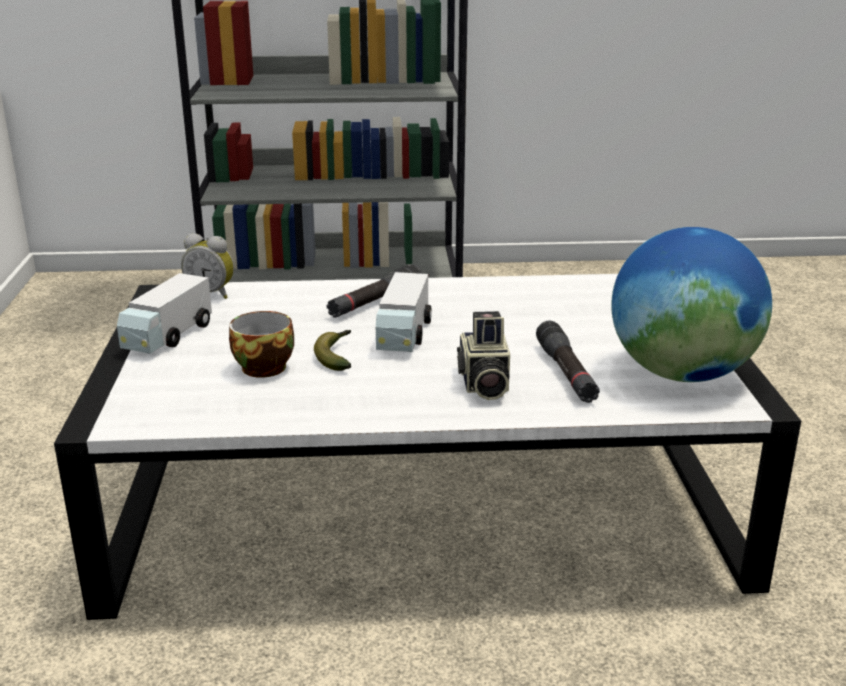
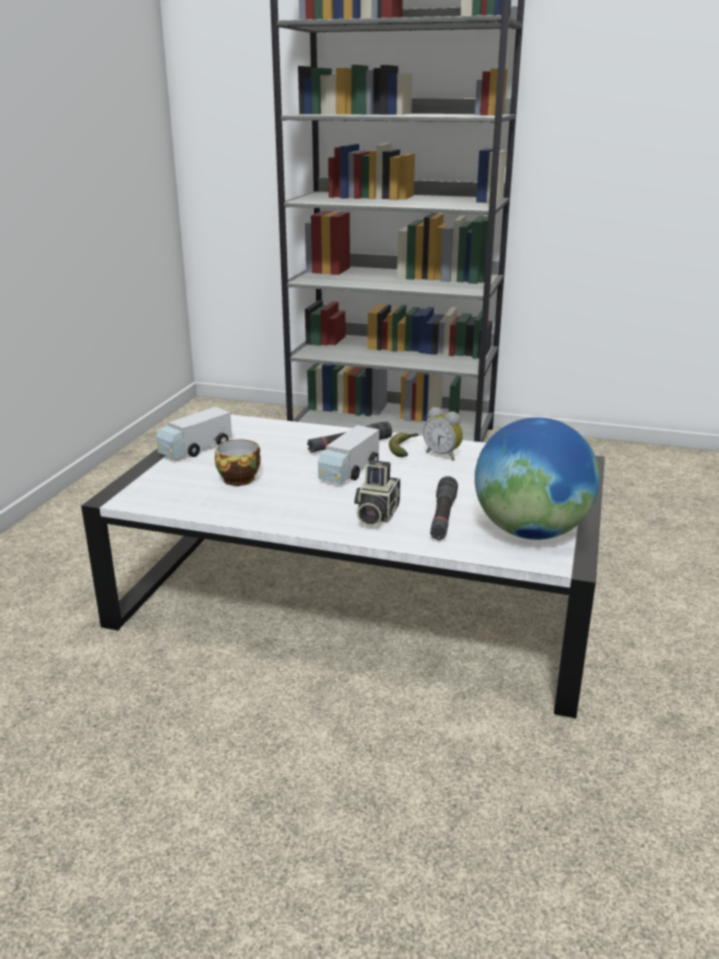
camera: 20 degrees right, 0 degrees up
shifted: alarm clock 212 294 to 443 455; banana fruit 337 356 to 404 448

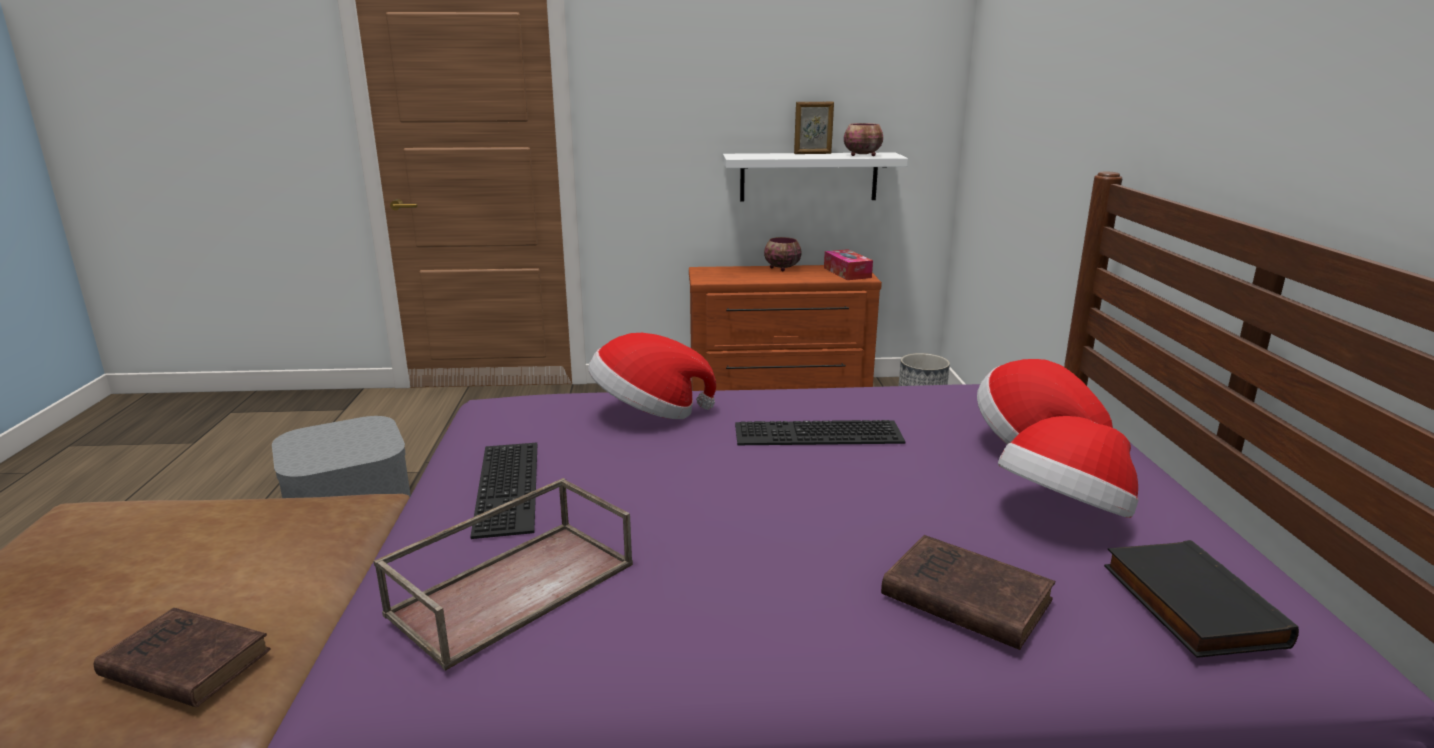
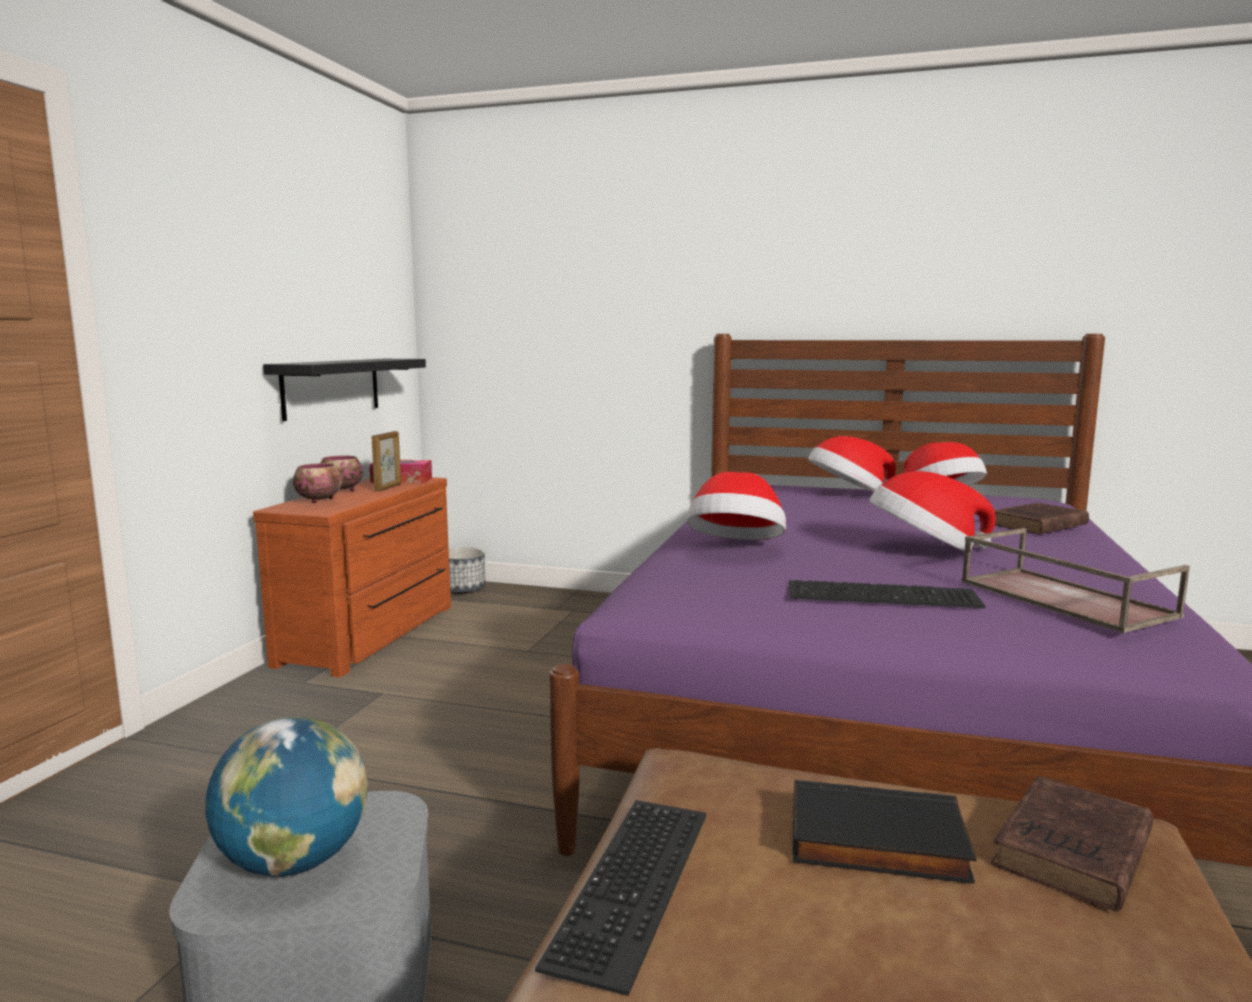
camera: 70 degrees left, 10 degrees down
new: desk globe 294 861; wearable hat 924 550
shifted: computer keyboard 816 435 to 637 886; photo frame 813 153 to 388 487; bowl 863 155 to 320 500; black volume 1187 604 to 875 842
repainted: whitish wall shelf 808 177 to black wall shelf 331 387

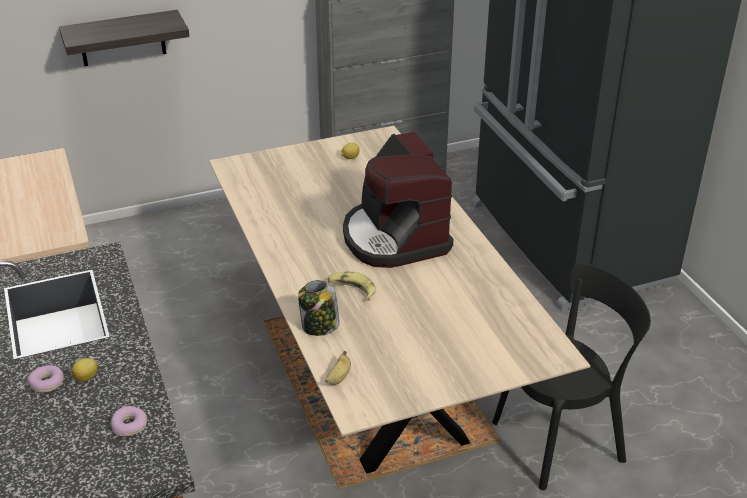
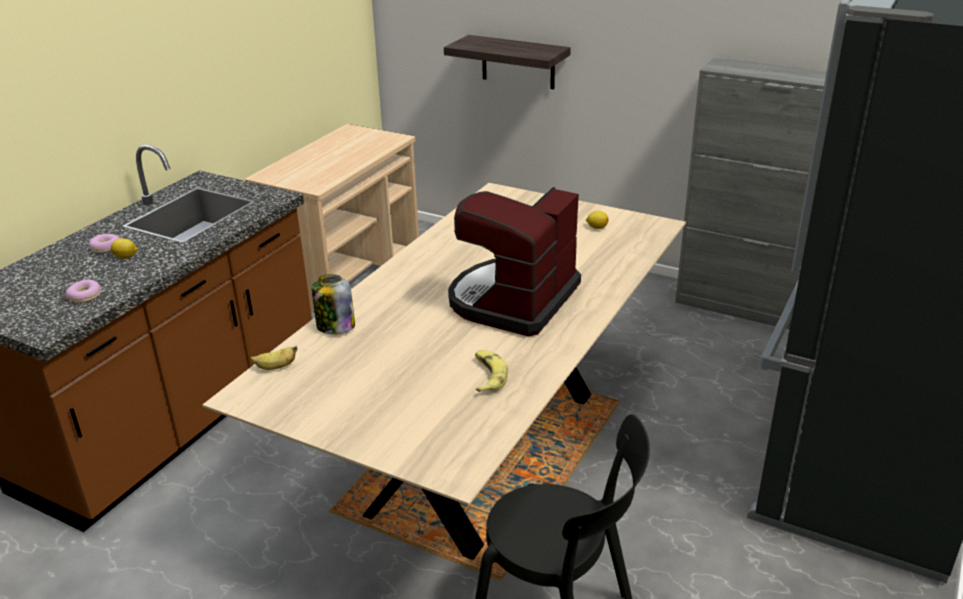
camera: 50 degrees right, 5 degrees down
shifted: banana fruit 352 289 to 487 376

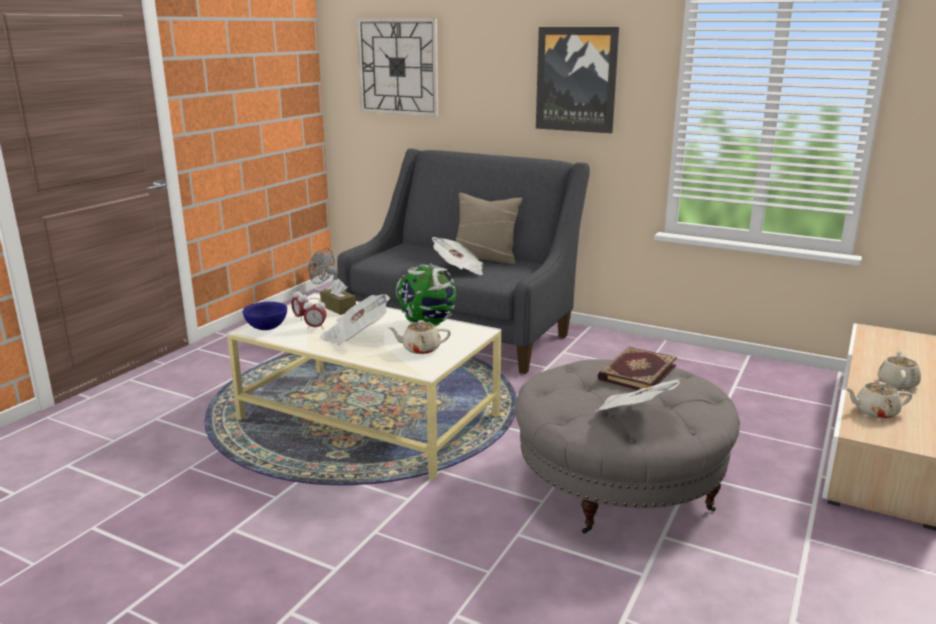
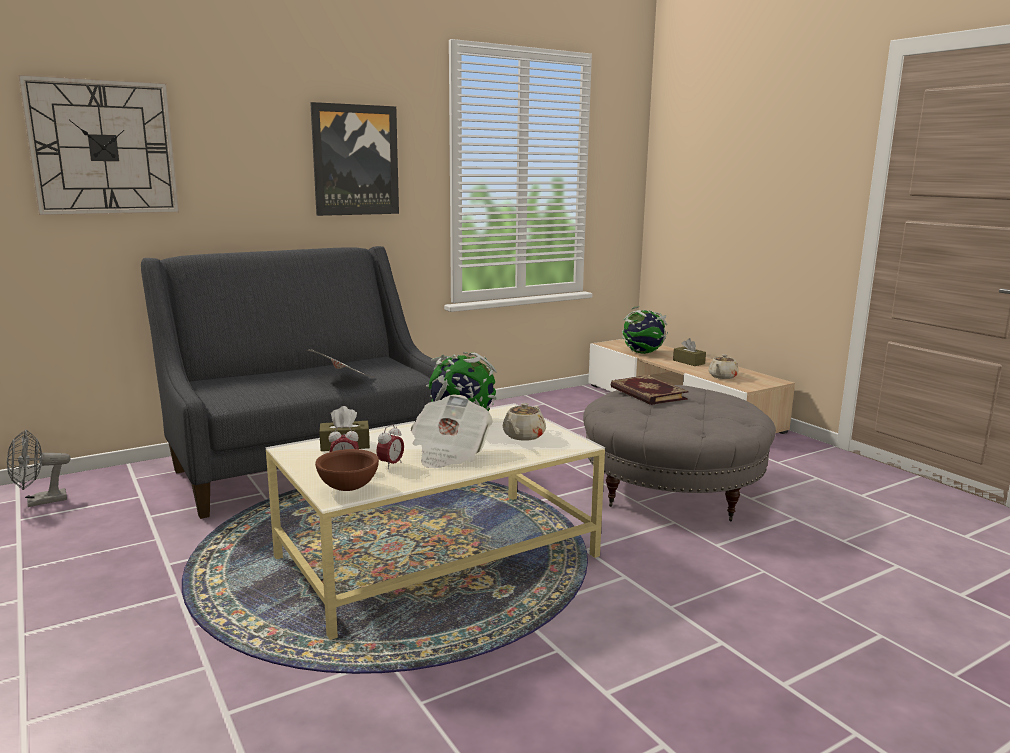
camera: 60 degrees left, 5 degrees down
gone: beige pillow 485 258; newspaper 634 415
new: desk globe 643 353
swapped: beige teapot 897 383 to brown-coloured tissue box 688 362
repainted: blue-coloured bowl 266 328 to brown-coloured bowl 349 488

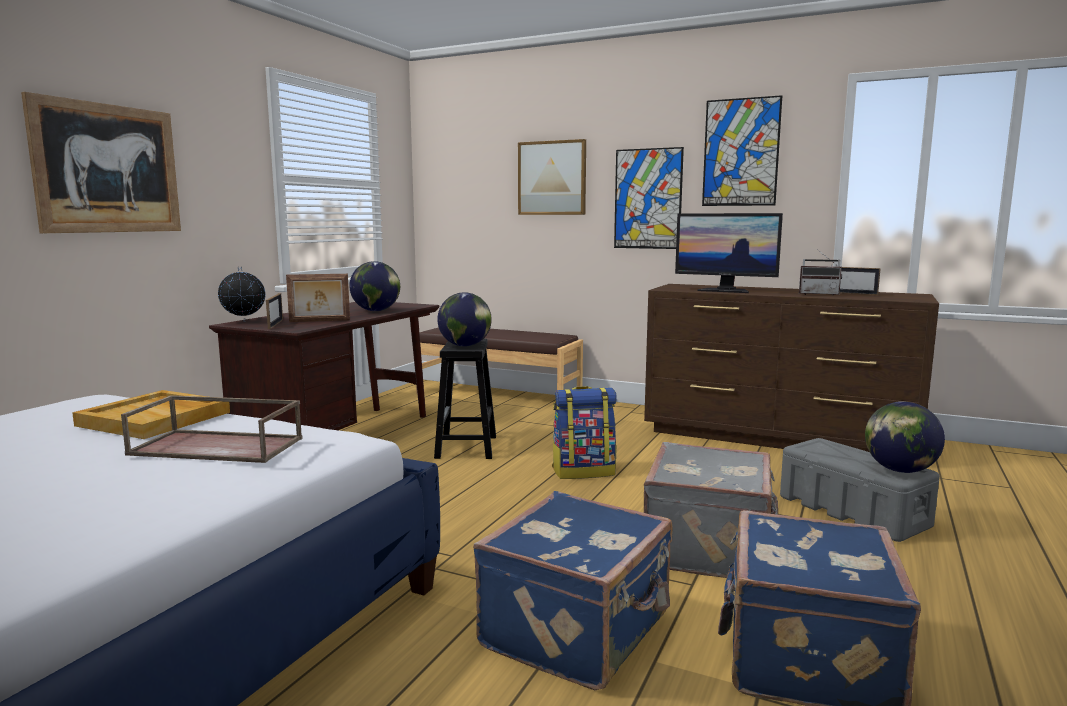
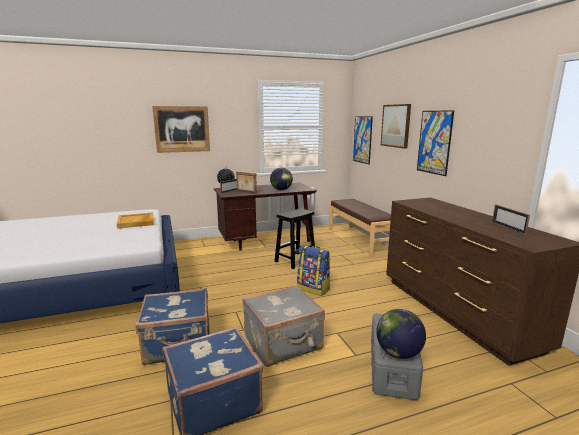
camera: 45 degrees right, 5 degrees up
gone: brown-coloured carrying tray 219 446; desk globe 464 346; monitor 725 290; radio 819 294
shifted: picture 741 152 to 362 139

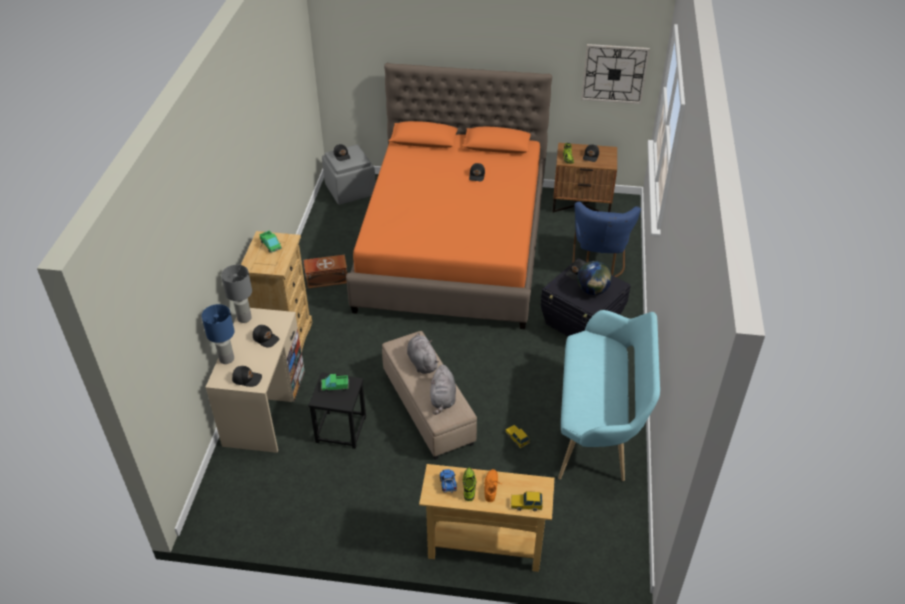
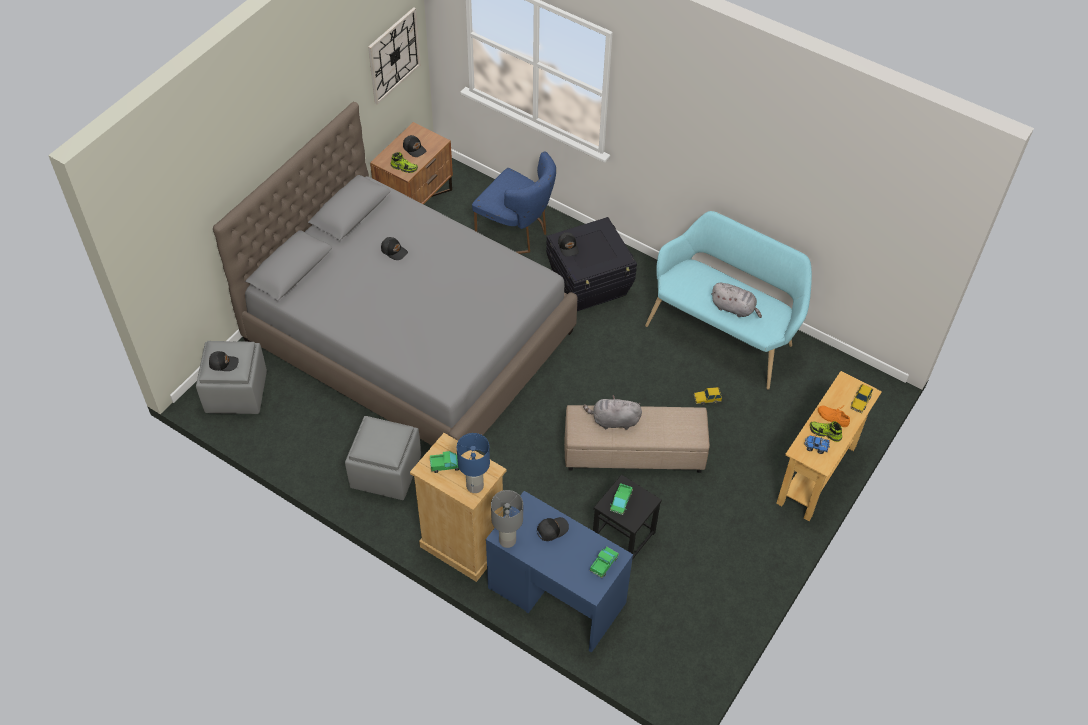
camera: 65 degrees left, 10 degrees up
gone: desk globe 592 290
shifted: blue-coloured tabletop lamp 226 359 to 475 486; greyish cuddly toy 443 399 to 734 308
swapped: black cap 247 378 to toy lorry 604 564; brown-coloured storage bin 326 278 to greyish footrest 385 472
repainted: beige desk table 264 407 to blue-coloured desk table 556 595; orangey sleeping bed 453 246 to greyish sleeping bed 410 336

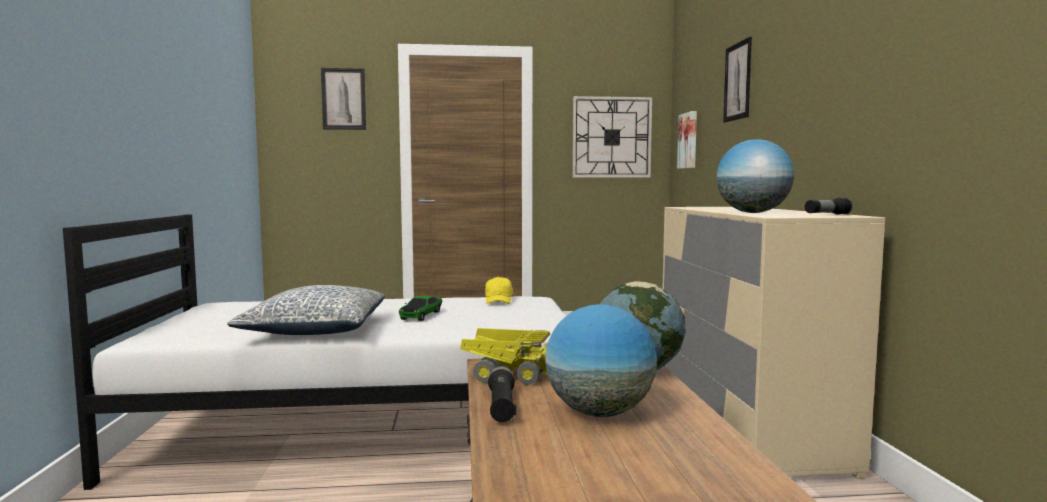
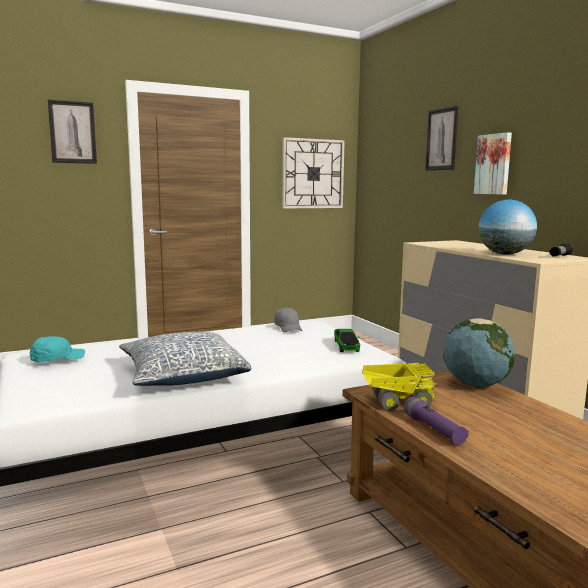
camera: 20 degrees left, 5 degrees up
gone: desk globe 599 413
new: turquoise cap 57 359
shifted: toy car 421 315 to 346 346; picture 689 140 to 494 164
repainted: yellowish cap 499 300 to greyish cap 288 328; black hand torch 501 406 to purple hand torch 433 430

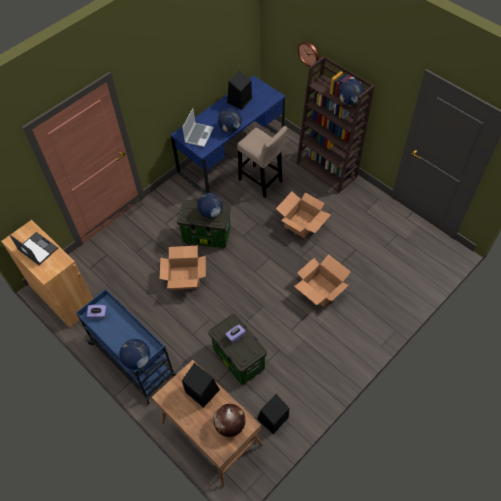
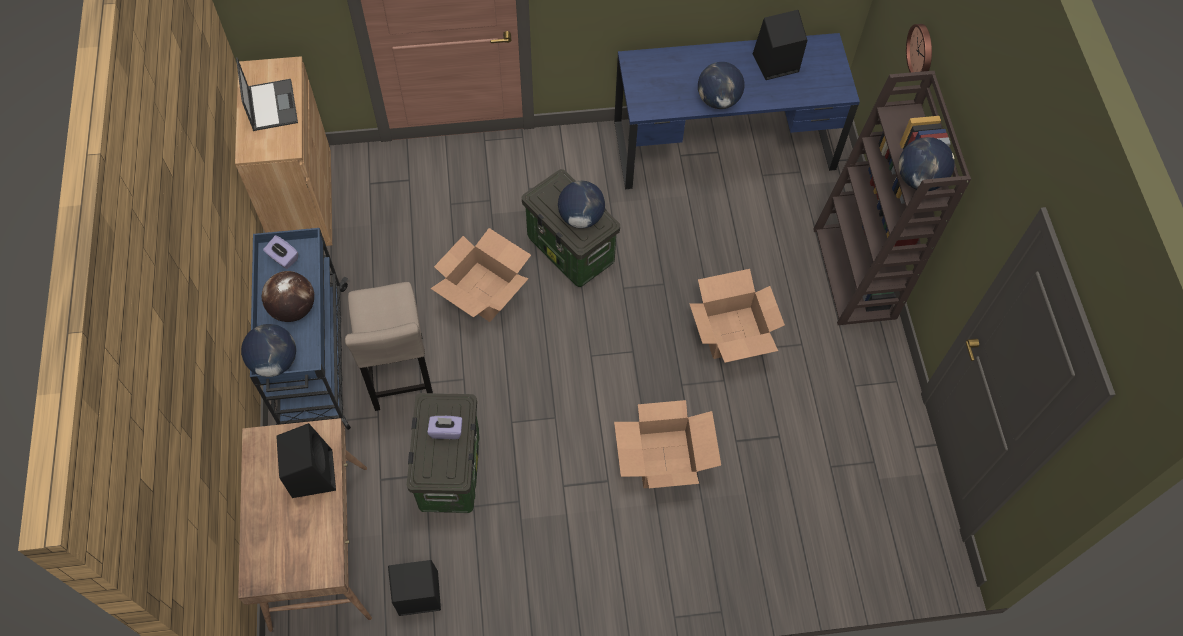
camera: 35 degrees right, 5 degrees up
gone: laptop 199 135
shifted: desk globe 230 425 to 293 309; beige sitting stool 262 182 to 400 377

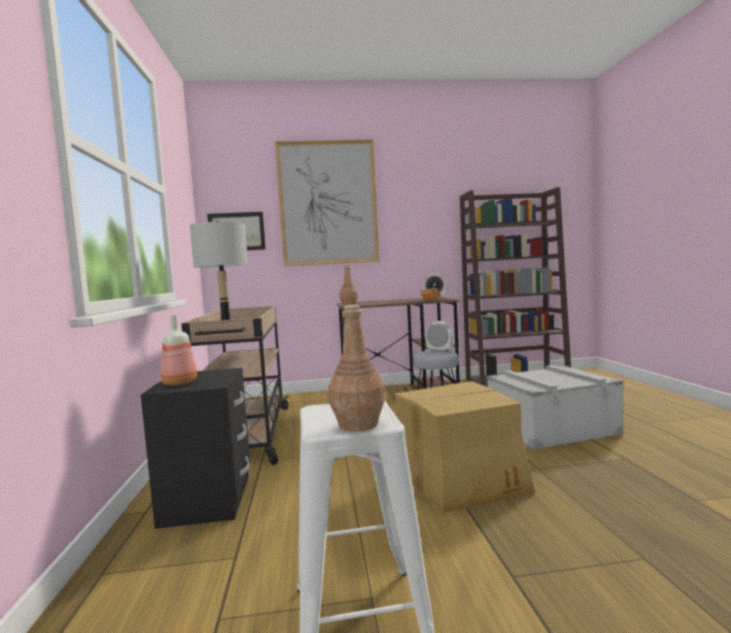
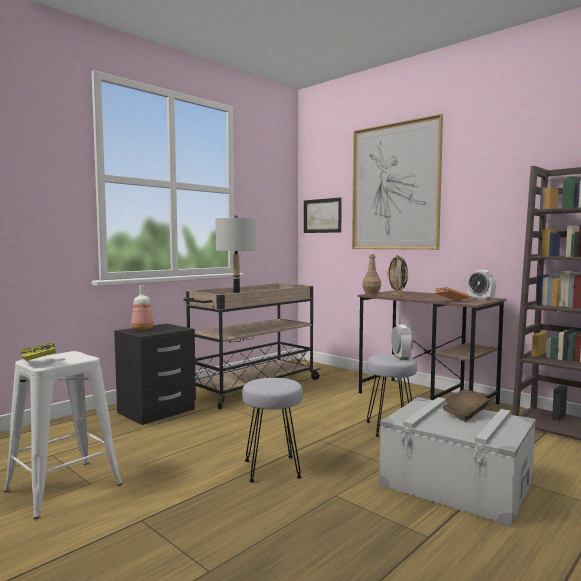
camera: 50 degrees right, 0 degrees up
new: photo frame 397 296; brown-coloured volume 466 415
swapped: brown-coloured drink bottle 359 424 to yellowish volume 39 363; cardboard box 461 478 to greyish sitting stool 273 469

